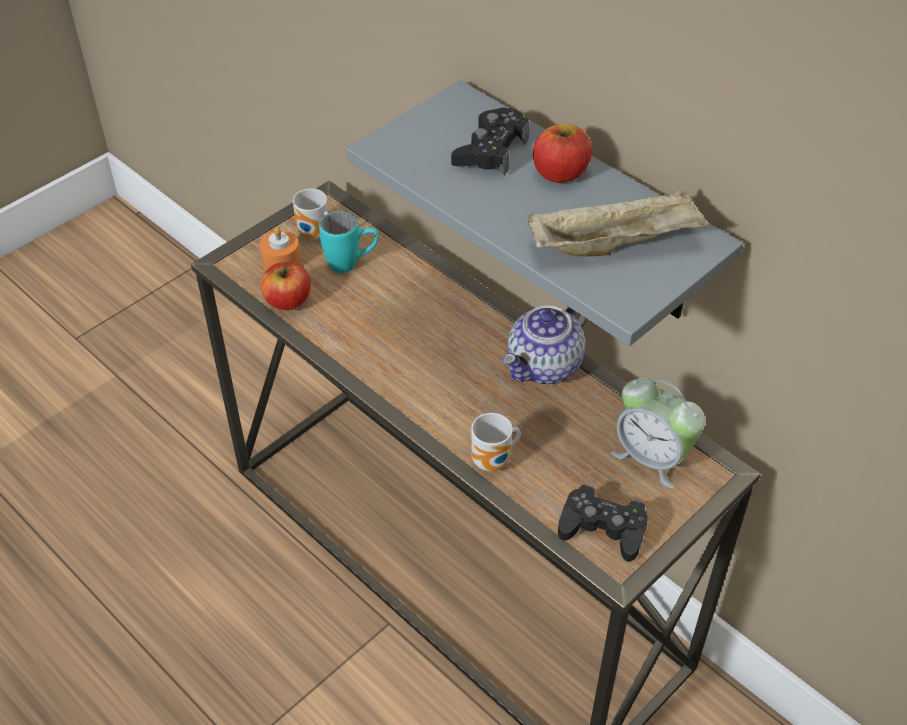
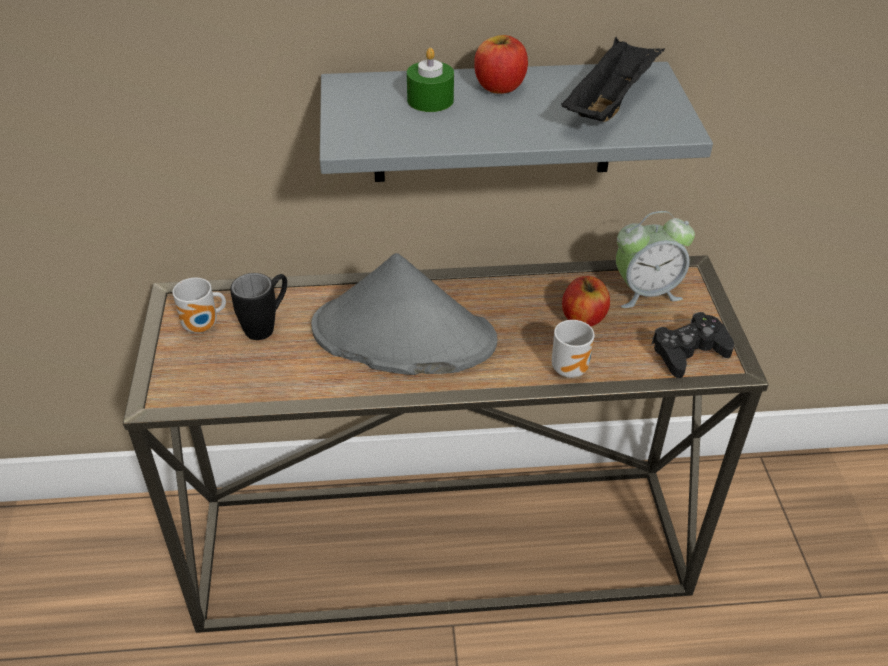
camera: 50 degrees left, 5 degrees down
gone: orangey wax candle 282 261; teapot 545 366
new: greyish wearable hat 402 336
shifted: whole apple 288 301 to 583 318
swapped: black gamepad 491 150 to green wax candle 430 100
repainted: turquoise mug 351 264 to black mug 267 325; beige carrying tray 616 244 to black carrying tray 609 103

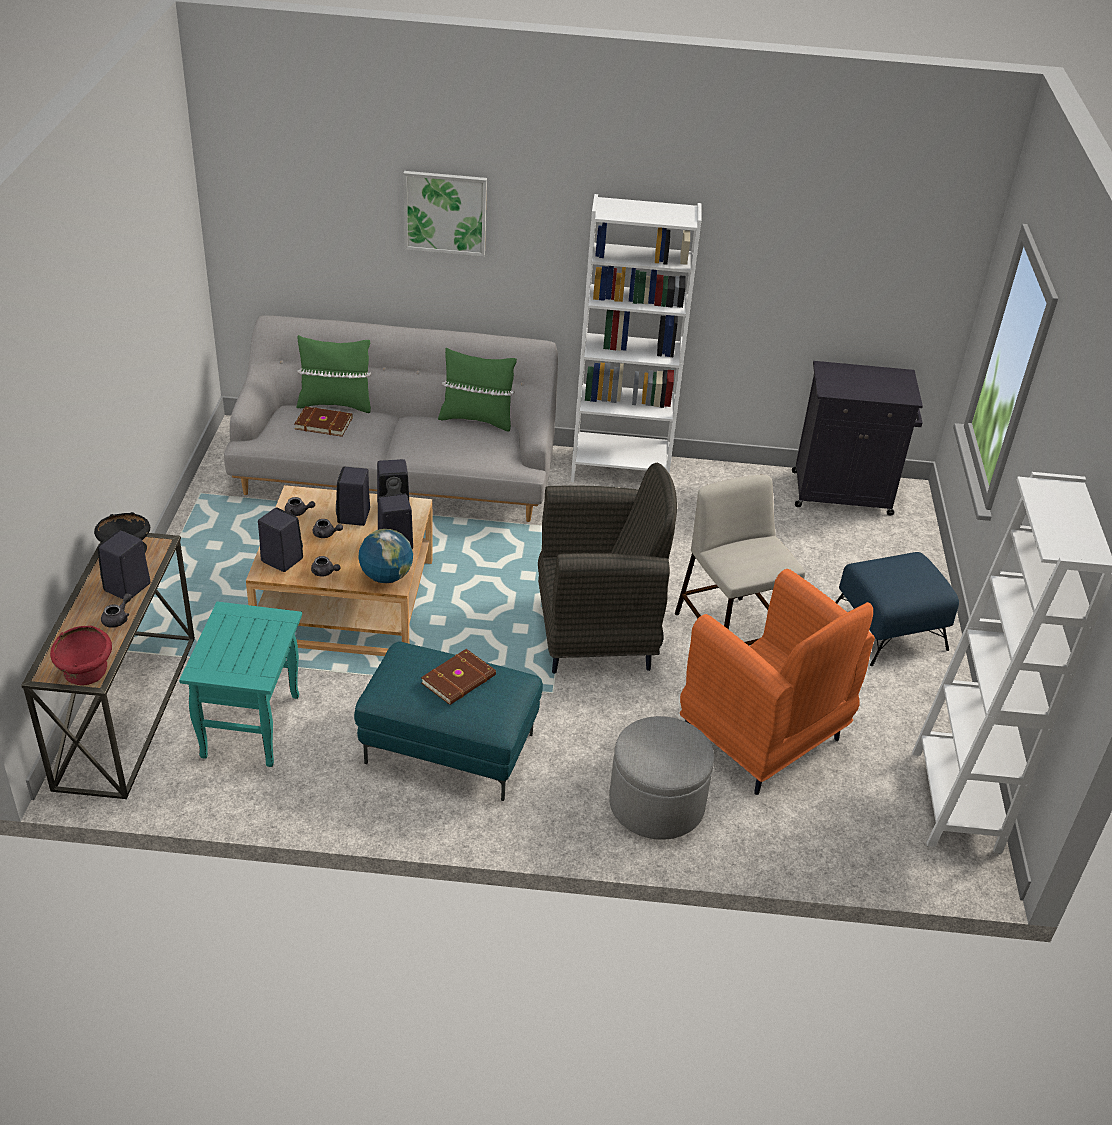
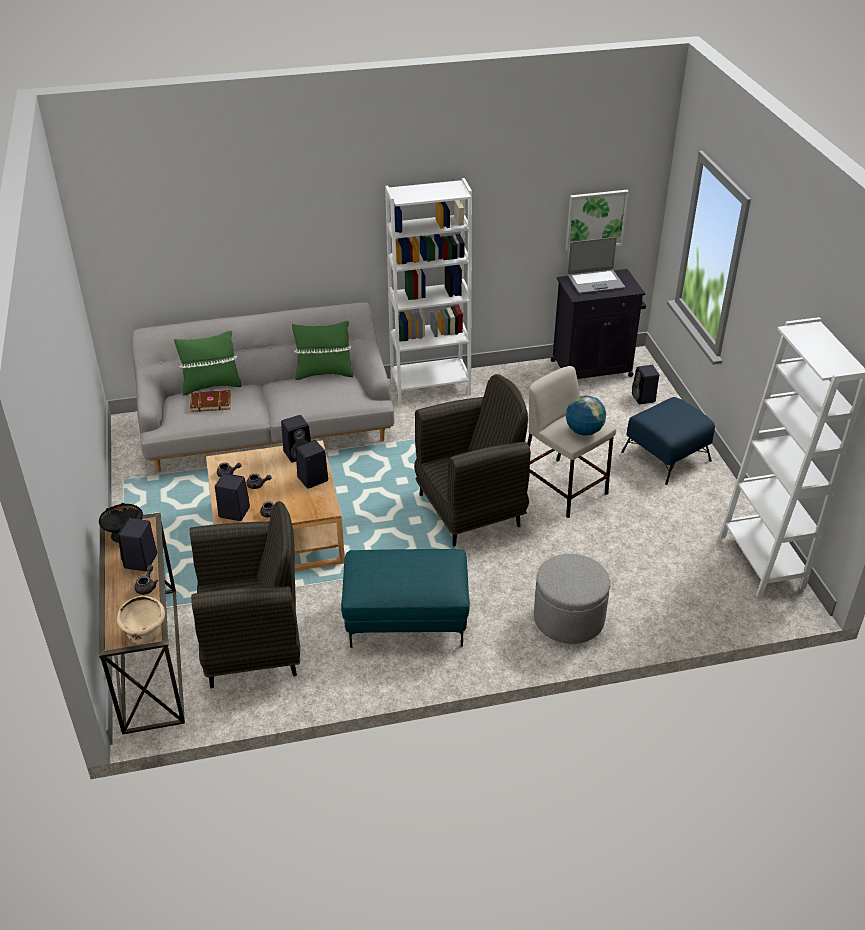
camera: 15 degrees left, 0 degrees up
gone: brown-coloured volume 459 680; orangey armchair 763 738
new: laptop 595 282
shifted: black audio speaker 354 517 to 644 398; desk globe 386 576 to 584 431; picture 445 213 to 596 219
swapped: turquoise end table 251 728 to greyish armchair 253 645
repainted: red-coloured bowl 86 673 to beige bowl 145 633

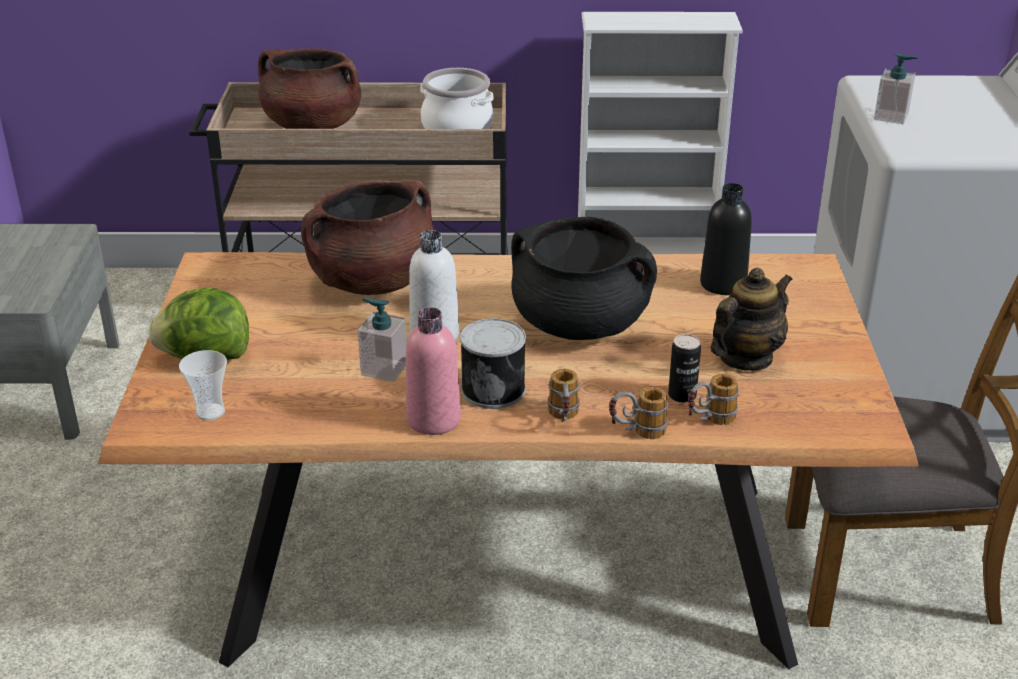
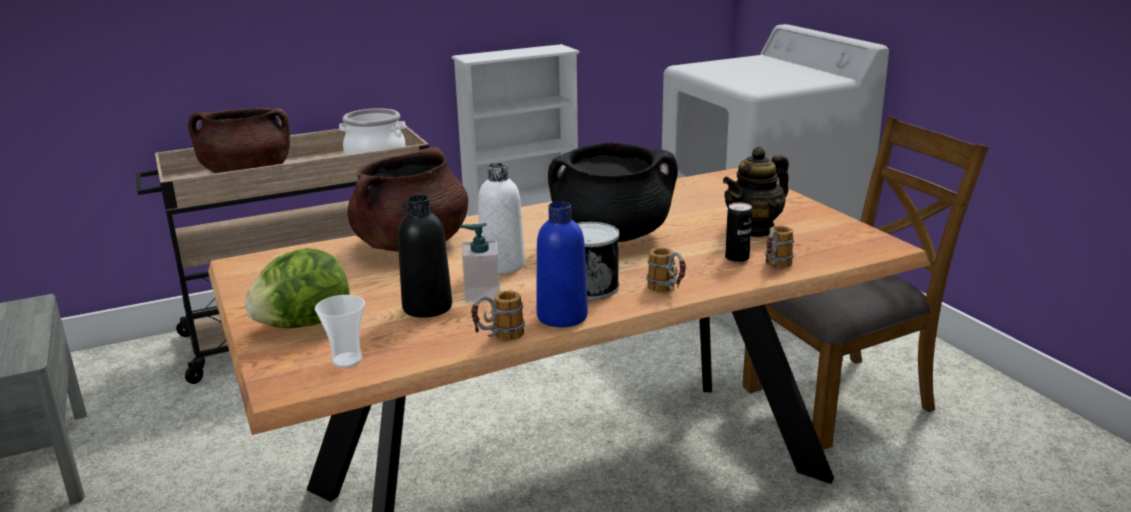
camera: 25 degrees left, 10 degrees down
gone: liquid soap bottle 891 116
shifted: mug 636 433 to 498 339; black drink bottle 723 284 to 427 307
repainted: pink drink bottle 433 420 to blue-coloured drink bottle 562 316
rotated: teapot 745 358 = 754 229 150 degrees counterclockwise

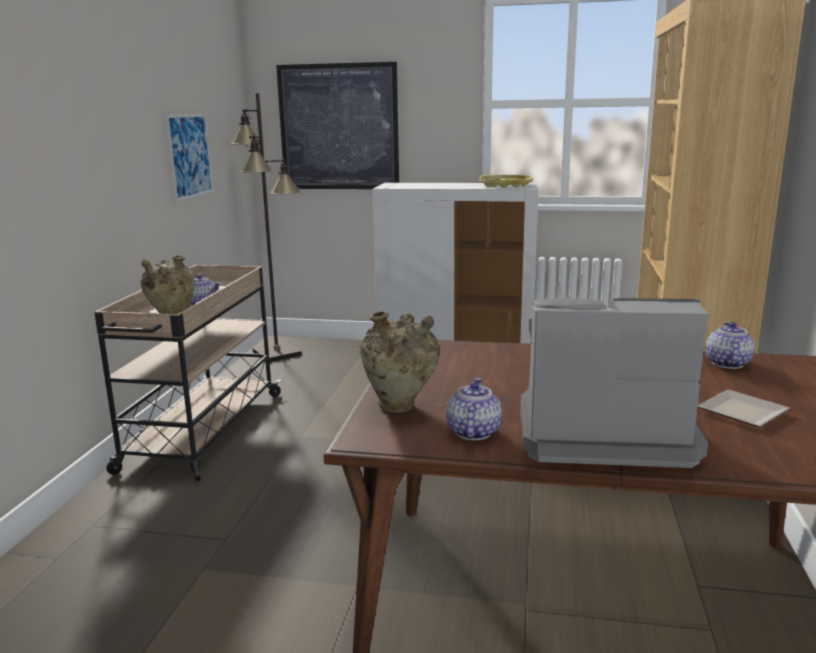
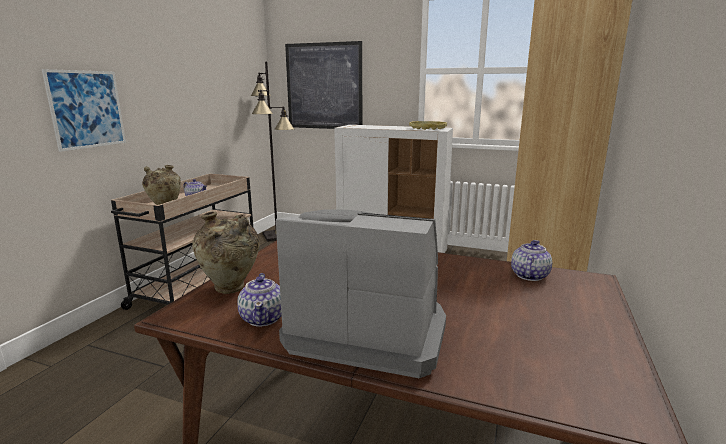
camera: 10 degrees right, 0 degrees up
gone: plate 738 412
shifted: picture 189 156 to 87 109
rotated: teapot 472 432 = 263 318 150 degrees clockwise

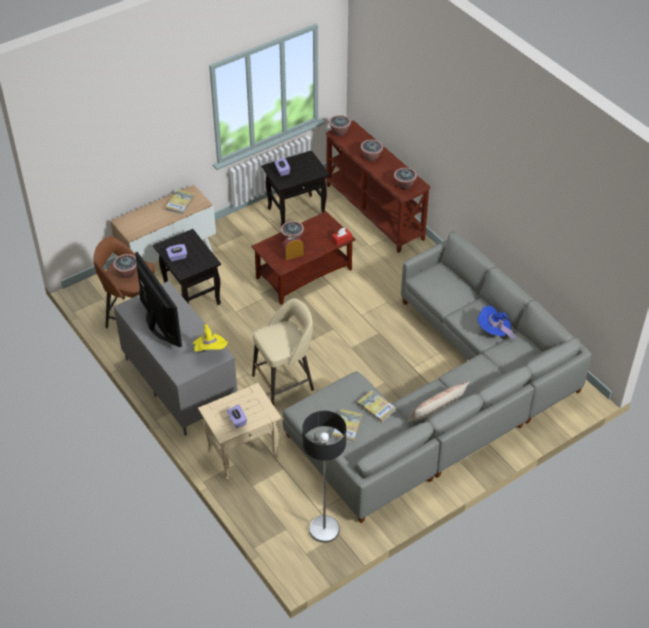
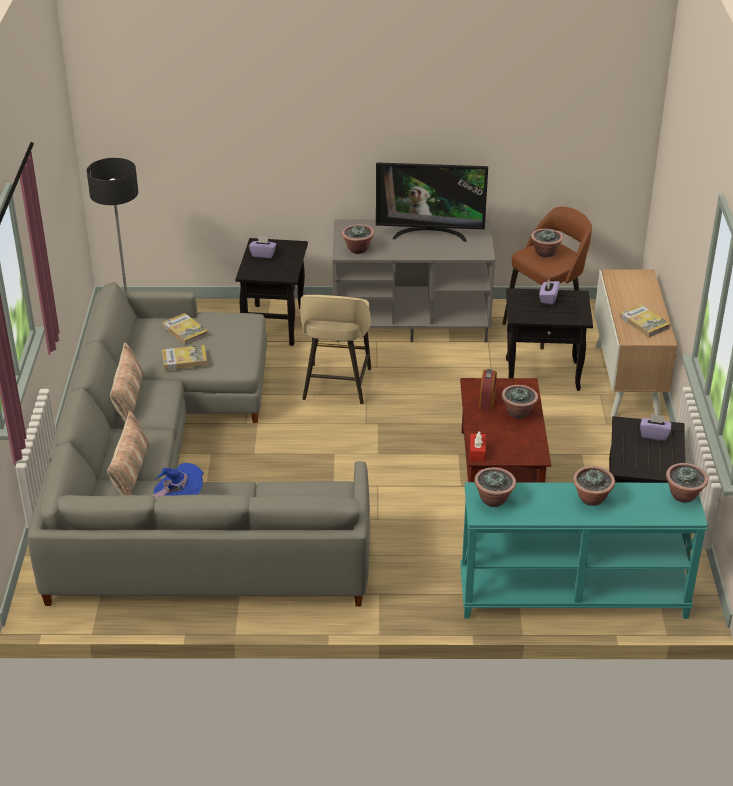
camera: 125 degrees right, 10 degrees down
new: pillow 130 472
swapped: yellowish wearable hat 210 351 to plant in a pot 357 249
repainted: beige end table 243 453 to black end table 275 326; brown-coloured narrow table 375 212 to turquoise narrow table 572 598

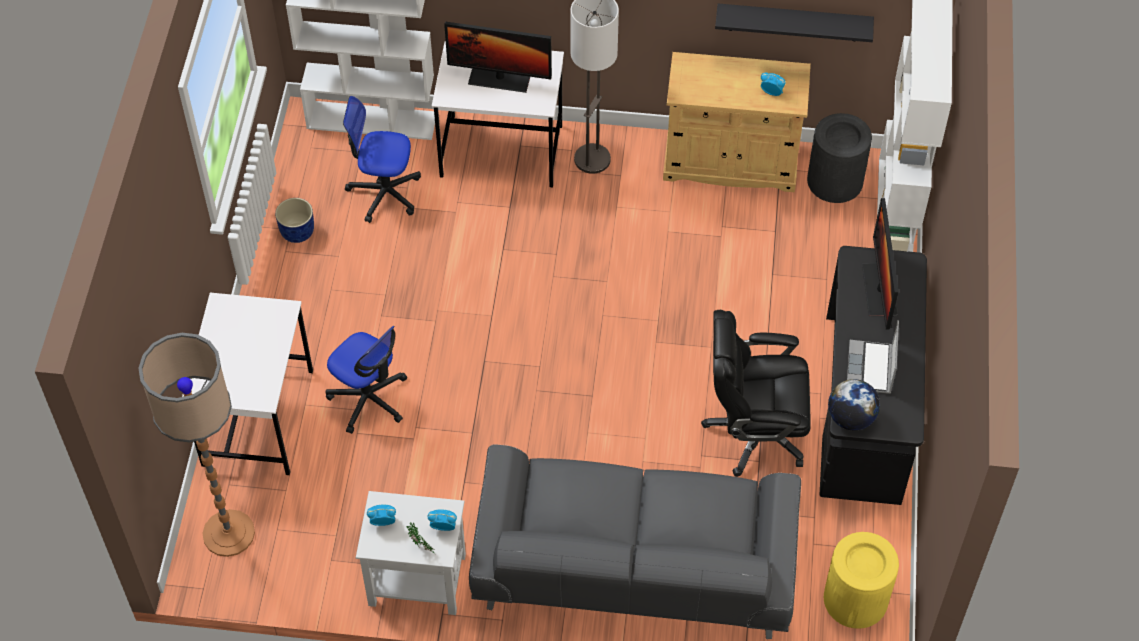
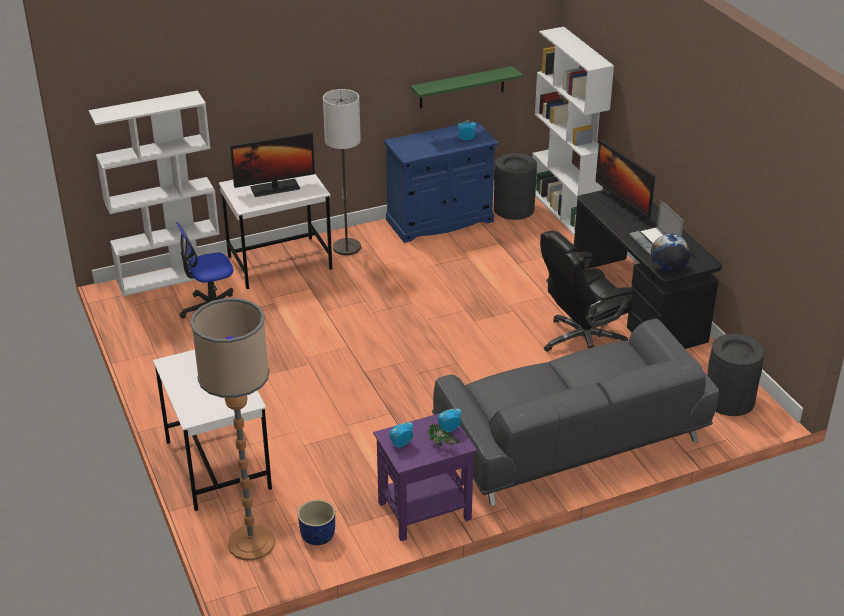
camera: 30 degrees left, 20 degrees down
gone: office chair 369 399
shifted: blue-coloured flower pot 298 231 to 318 535
repainted: whitish end table 416 579 to purple end table 423 511; beige storage cabinet 730 162 to blue-coloured storage cabinet 440 221; black wall shelf 793 22 to green wall shelf 462 87; yellowish rubbish bin 855 599 to black rubbish bin 729 399

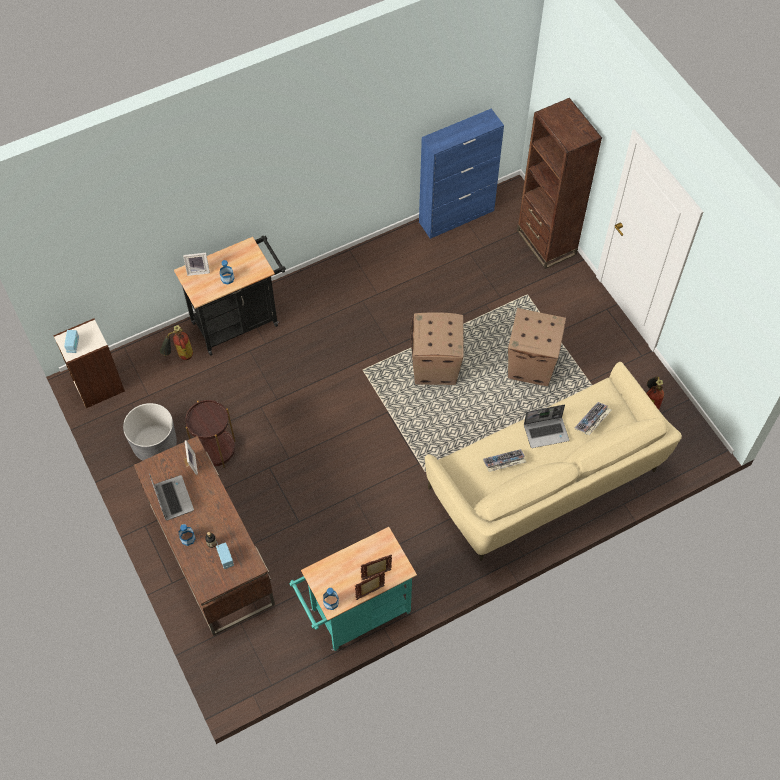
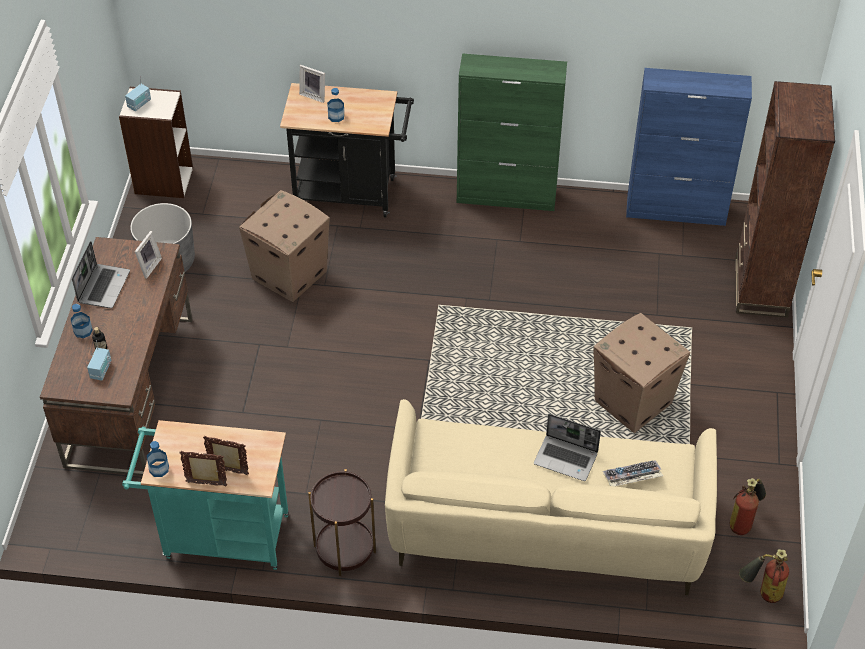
camera: 35 degrees right, 10 degrees down
gone: computer keyboard 503 463
new: green storage cabinet 507 196
shifted: fire extinguisher 180 357 to 761 593; brown-coloured end table 215 450 to 345 549; cardboard box 435 368 to 288 276

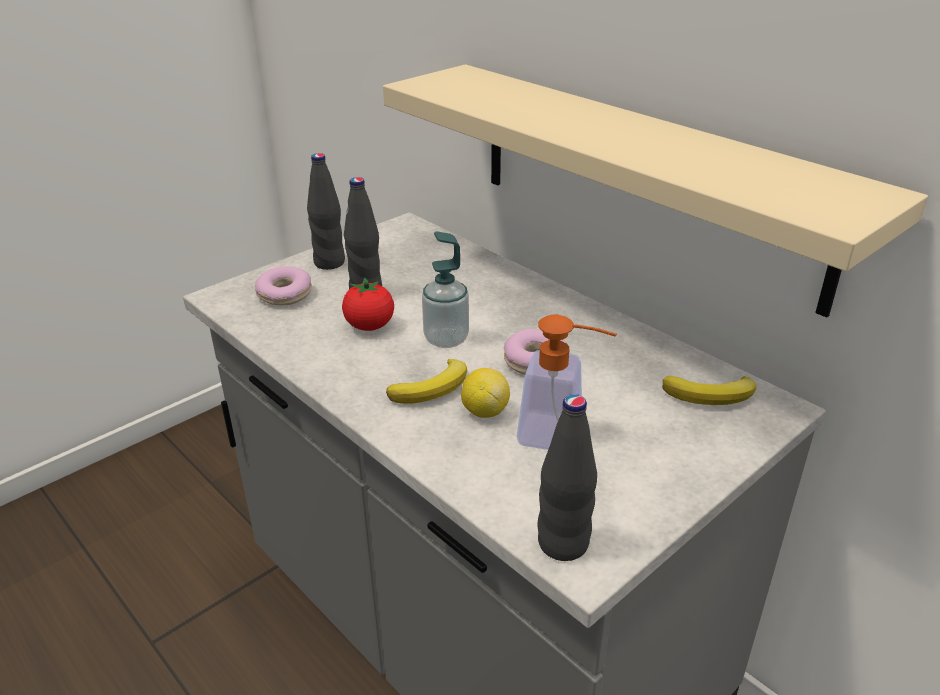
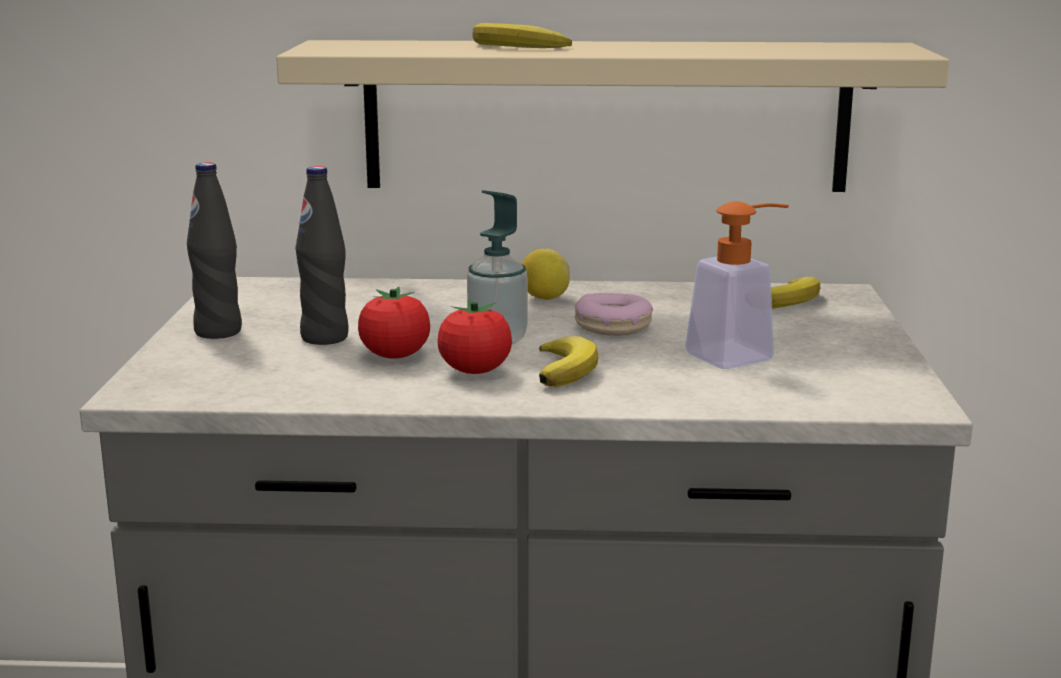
camera: 45 degrees left, 15 degrees down
gone: donut 284 294; black drink bottle 563 544
new: whole tomato 475 371; banana fruit 517 46
shifted: whole lemon 484 411 to 544 298

